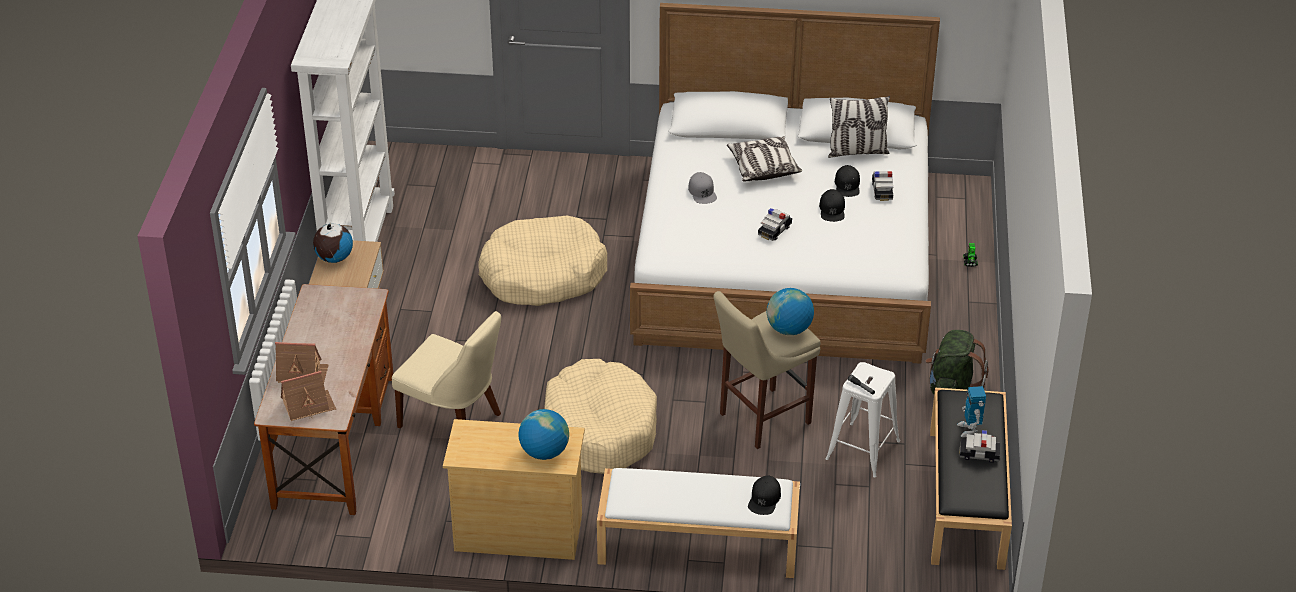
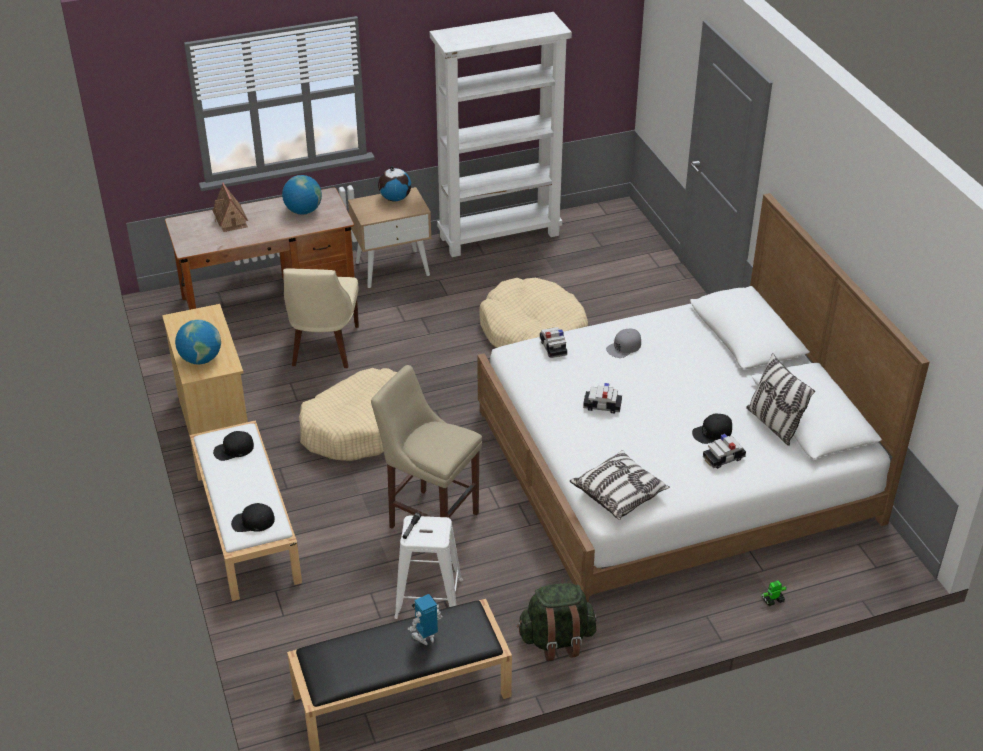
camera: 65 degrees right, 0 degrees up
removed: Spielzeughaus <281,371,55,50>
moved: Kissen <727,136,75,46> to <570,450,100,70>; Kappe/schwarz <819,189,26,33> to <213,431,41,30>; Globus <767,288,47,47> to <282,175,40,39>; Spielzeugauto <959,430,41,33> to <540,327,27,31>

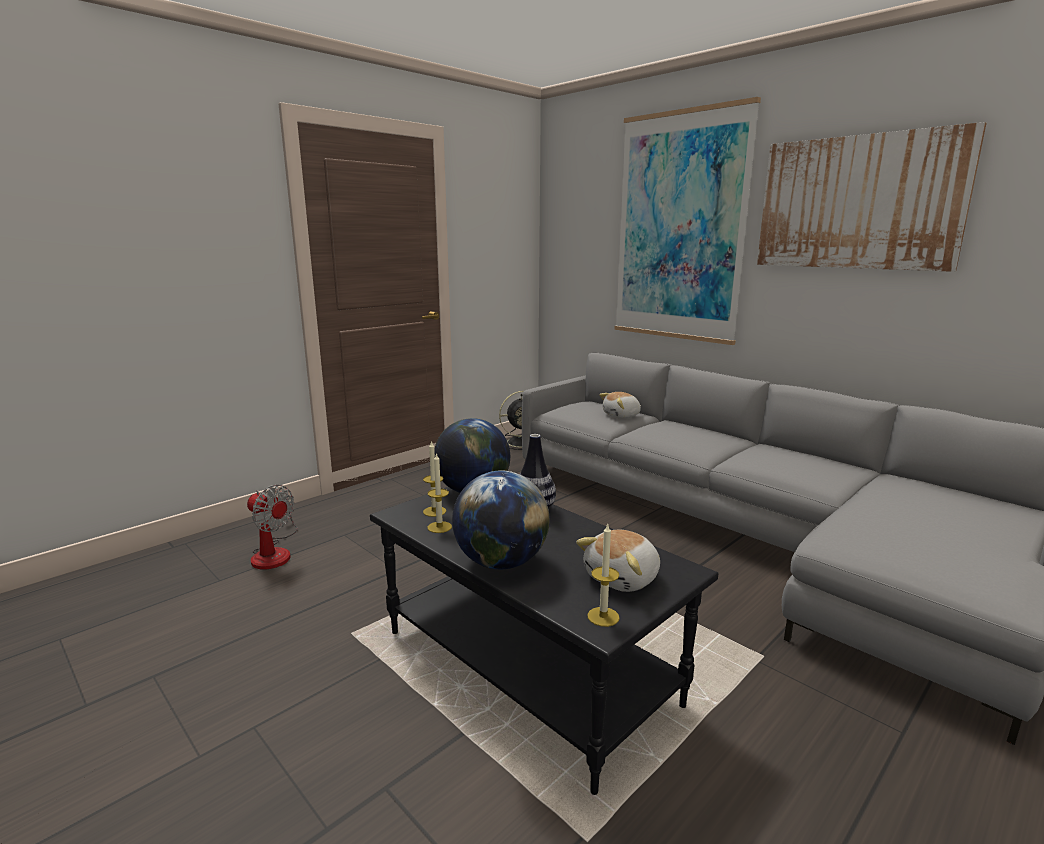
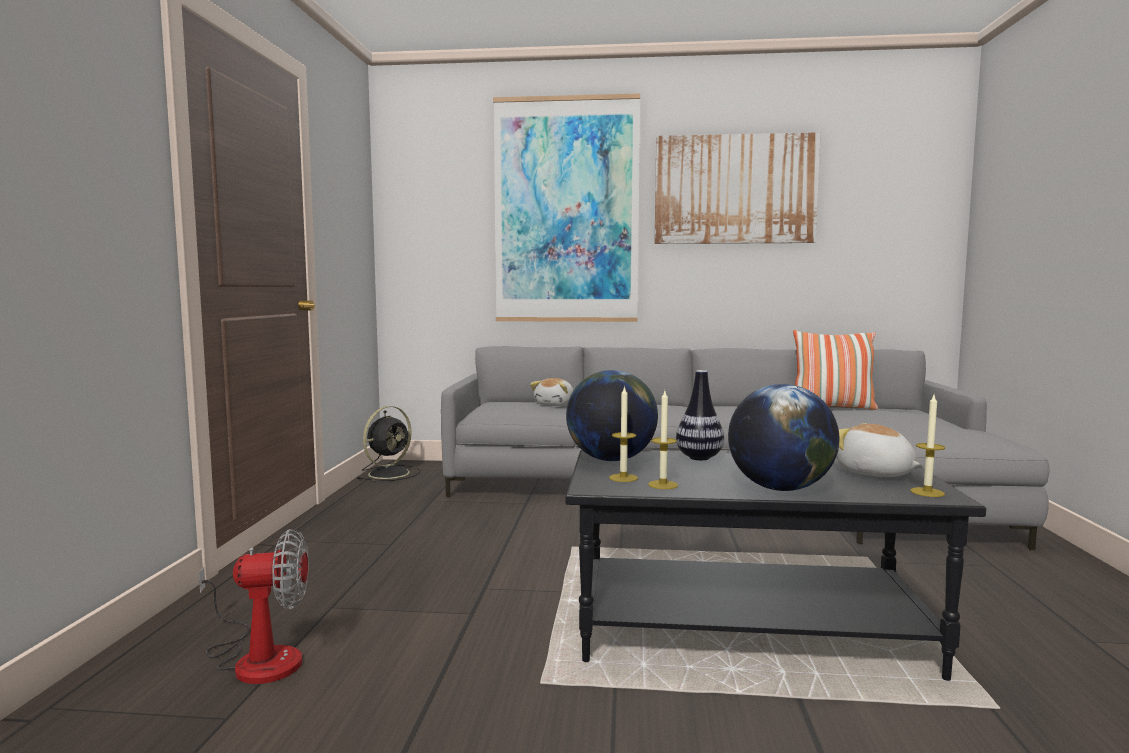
camera: 40 degrees left, 10 degrees down
added: Kissen <793,330,85,80>
turned: Plüschtier <576,529,84,63> = <837,423,86,54> 135 degrees clockwise

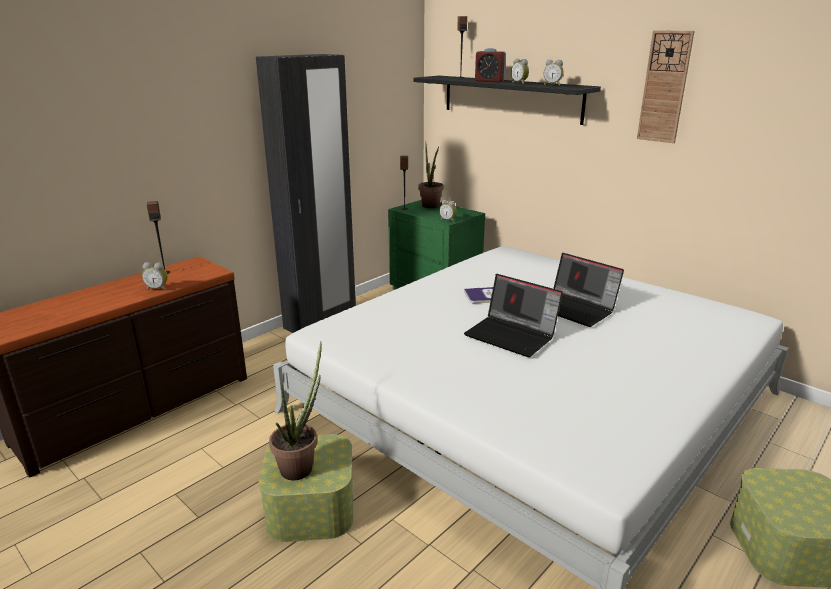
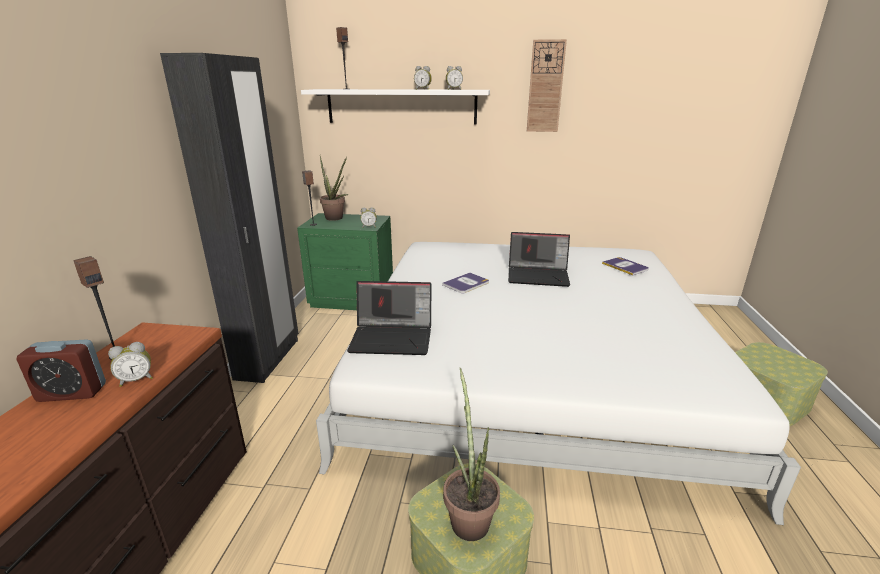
camera: 35 degrees left, 0 degrees up
added: Buch <602,257,47,18>
moved: Wecker <475,48,31,34> to <16,339,90,63>; Laptop <464,274,99,83> to <347,281,85,74>
recoloured: Wandregal/schwarz <413,76,188,49> to Wandregal/weiß <301,89,189,36>

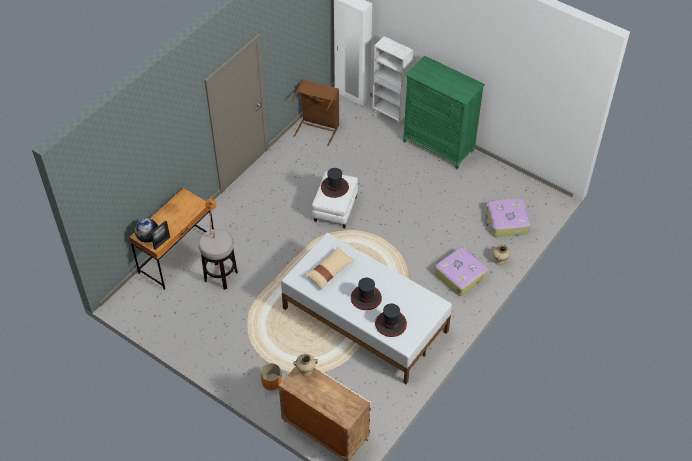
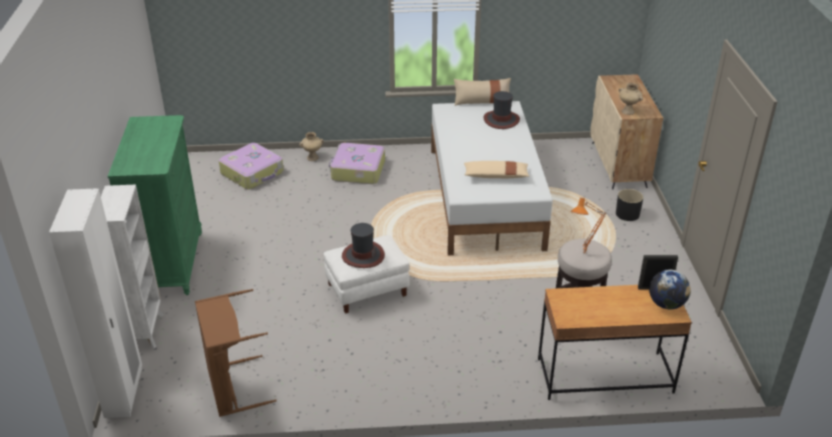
camera: 130 degrees left, 15 degrees down
removed: Hut <351,278,31,32>
added: Kissen/beige <454,78,57,28>
recoloured: Pflanzkübel/orange <260,363,21,27> to Pflanzkübel/schwarz <616,189,28,32>

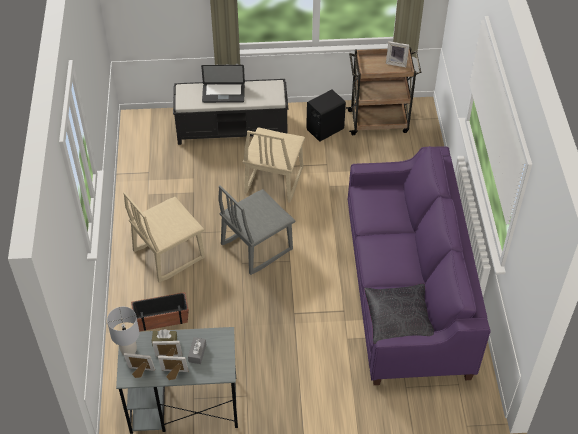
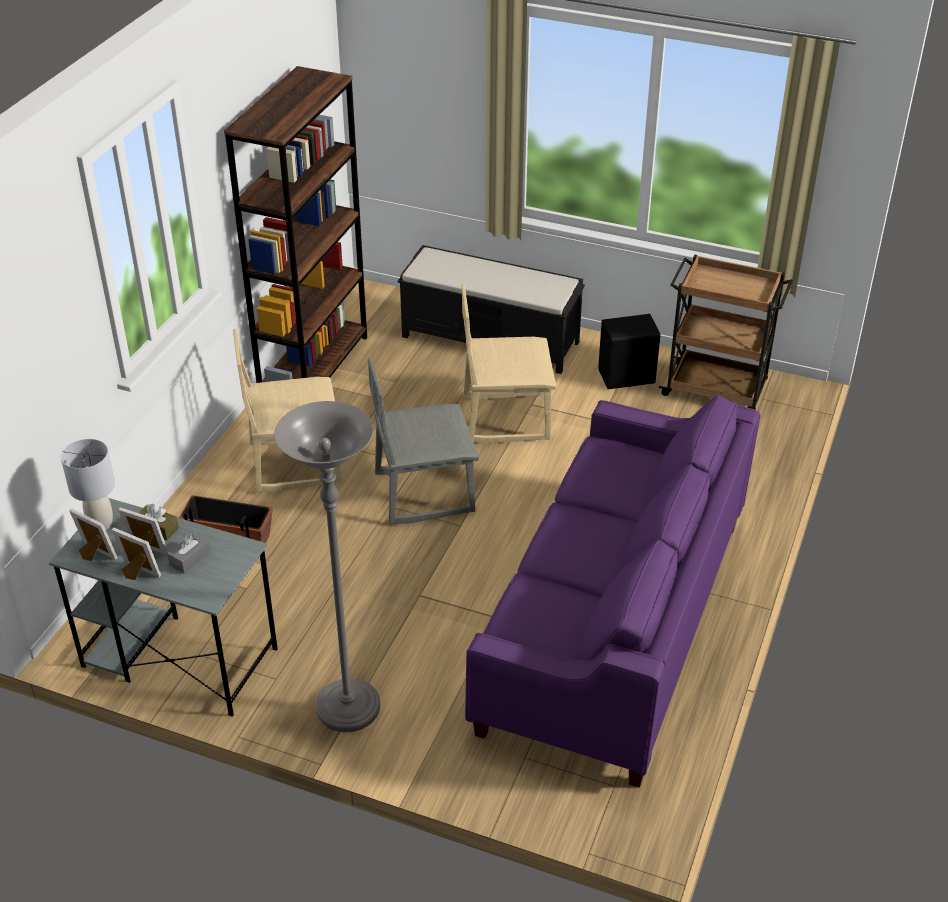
camera: 25 degrees right, 10 degrees down
removed: Bilderrahmen <386,41,23,26>; Laptop <201,65,44,38>; Kissen/schwarz <364,284,71,60>
added: Bücherregal/braun <224,66,143,317>; Stehlampe/grau <274,401,106,331>
turned: Stuhl/beige <243,127,62,76> = <461,284,96,160> 45 degrees clockwise

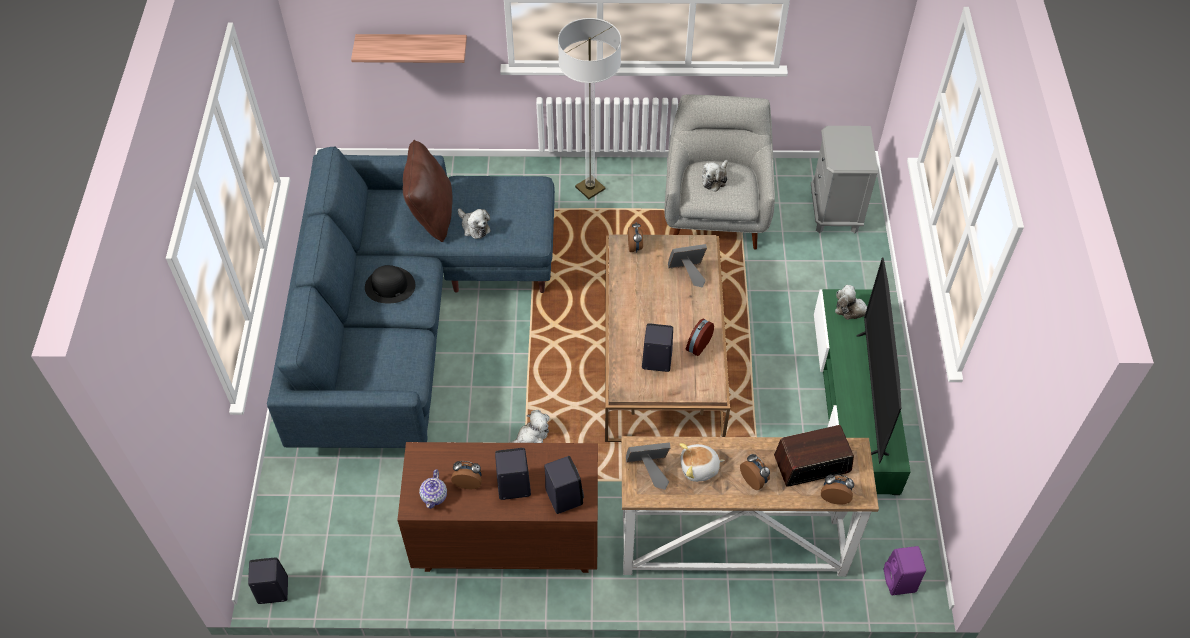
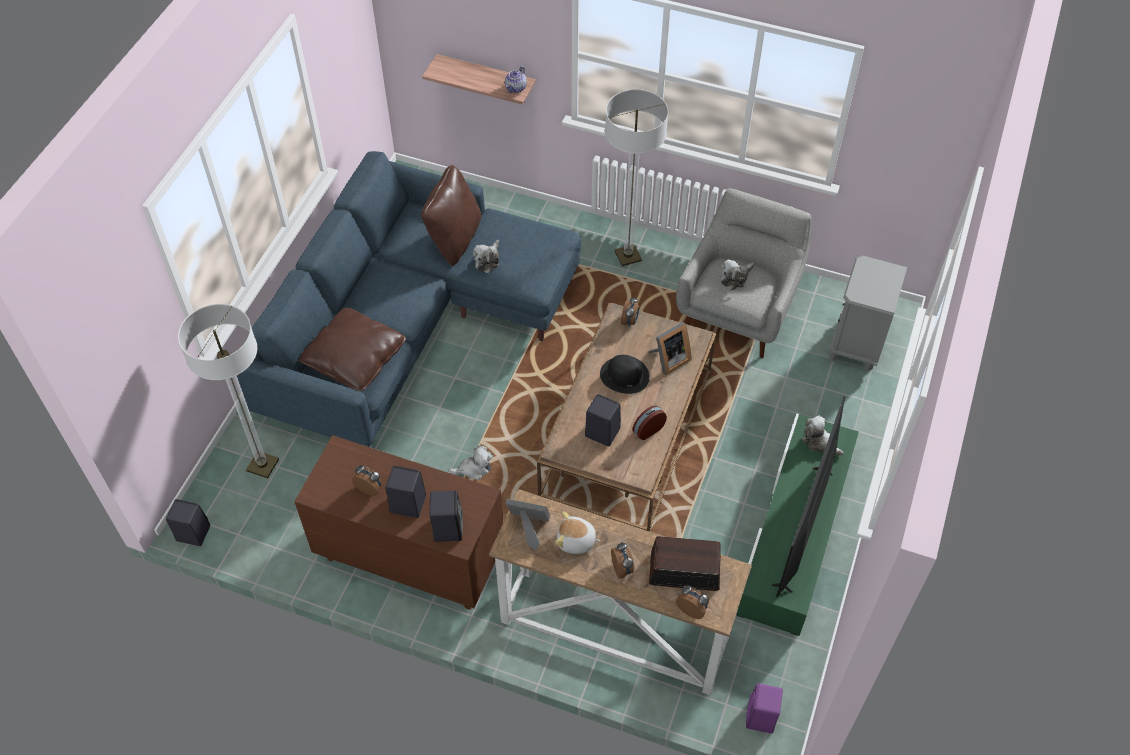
camera: 20 degrees right, 0 degrees up
added: Stehlampe <178,304,101,174>; Kissen/braun <299,308,107,83>
moved: Hut/schwarz <365,265,50,38> to <600,355,50,39>; Teekanne <419,469,28,40> to <505,66,22,27>
turned: Plüschtier <458,208,33,31> = <473,240,26,33> 45 degrees clockwise; Bilderrahmen <668,244,39,44> = <648,322,43,53> 135 degrees clockwise

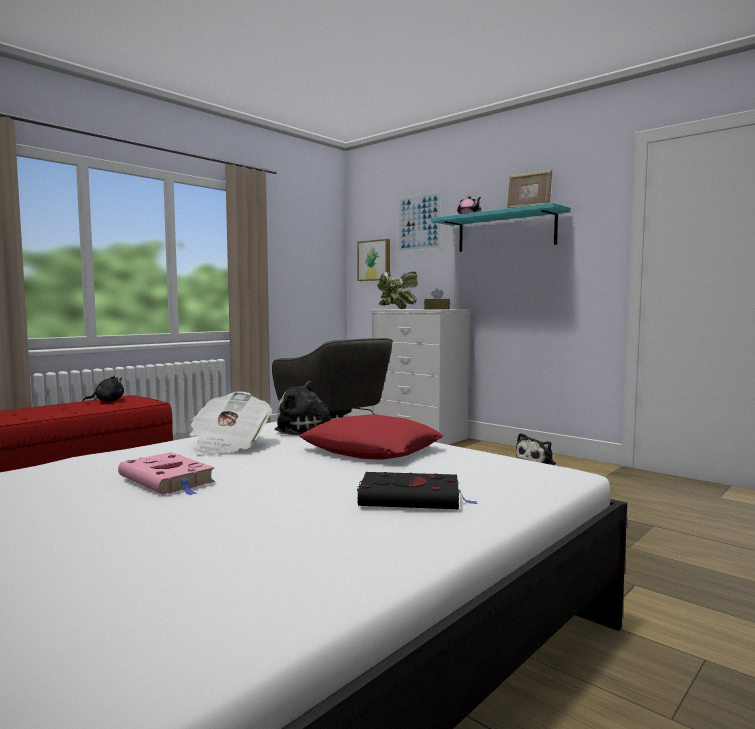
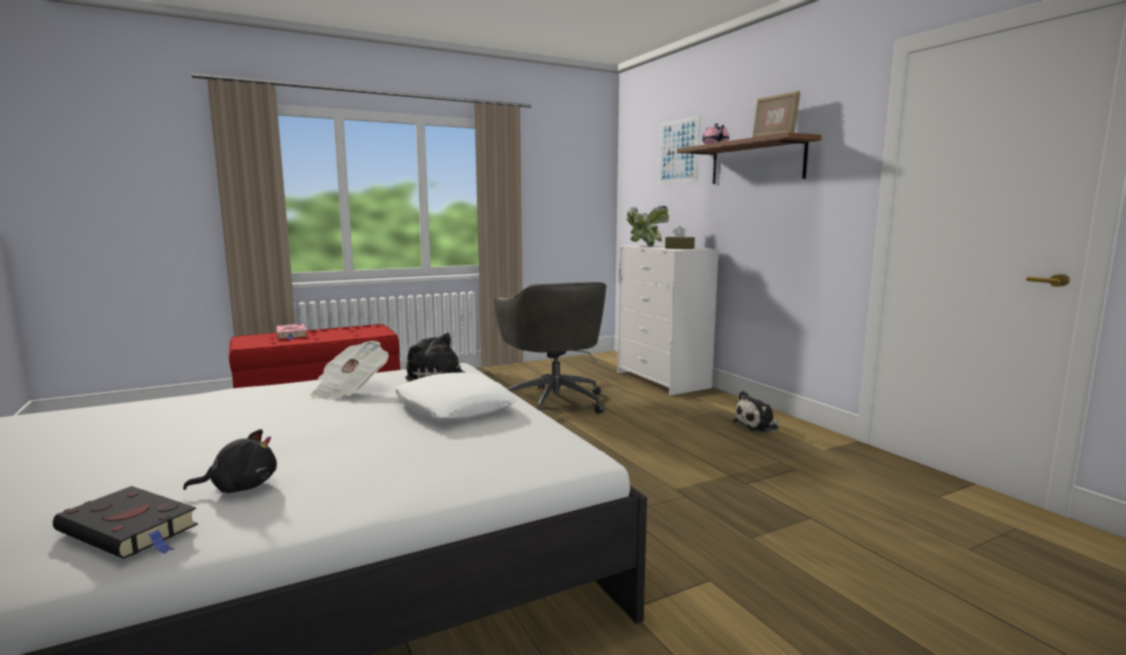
camera: 20 degrees right, 5 degrees up
removed: Bild <357,239,33,42>
moved: Plüschtier/schwarz <83,376,41,26> to <183,429,94,64>; Buch/rosa <118,452,97,43> to <276,324,31,16>; Buch/schwarz <357,472,121,37> to <53,486,145,73>
recoloured: Wandregal/türkis <431,203,140,49> to Wandregal/braun <677,132,145,52>; Kissen/rot <299,414,145,46> to Kissen/weiß <394,372,122,49>

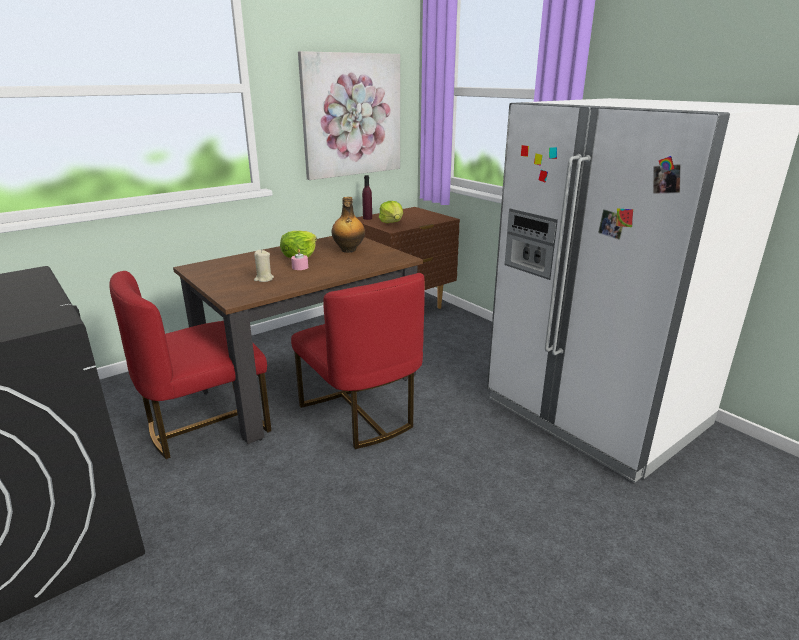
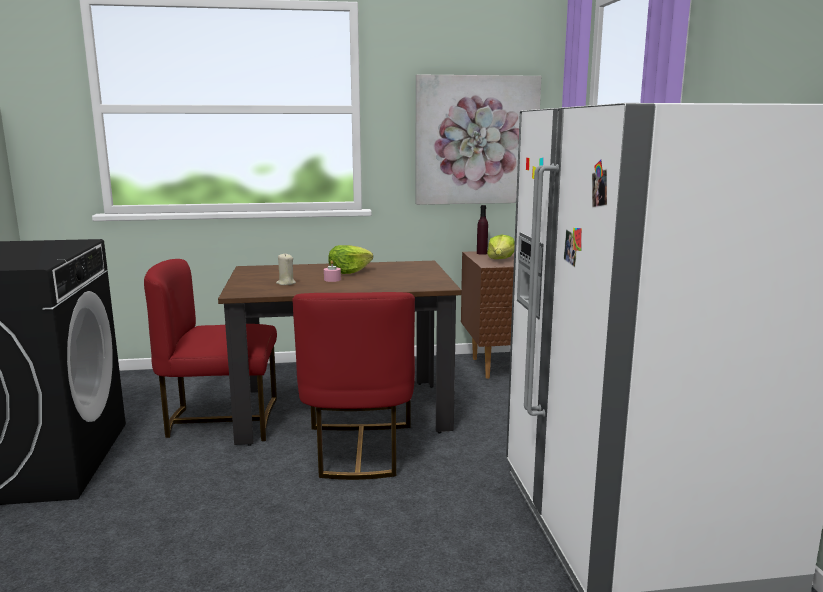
camera: 30 degrees right, 10 degrees down
removed: Flasche <332,197,33,56>

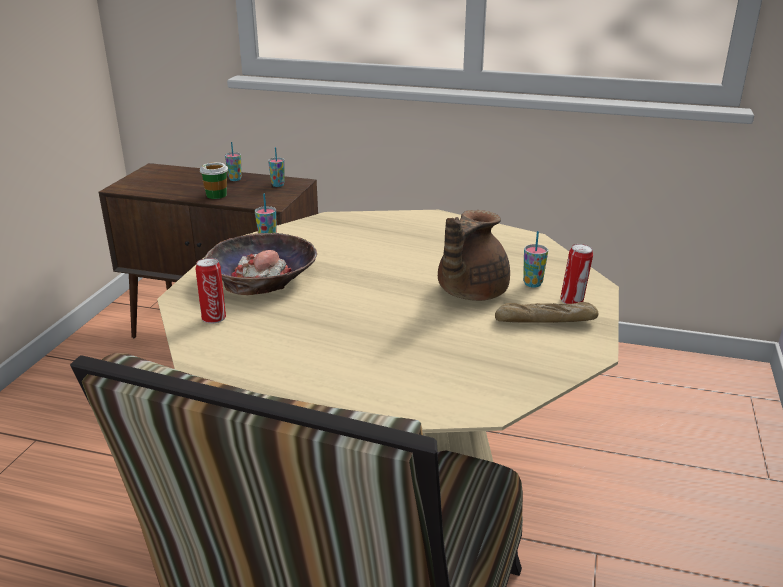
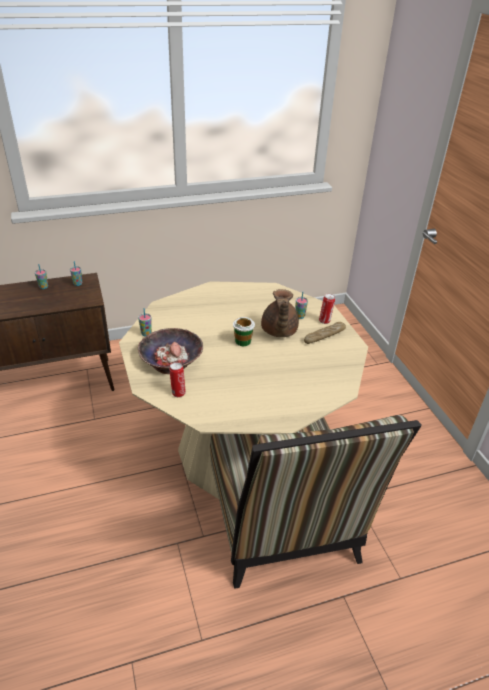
camera: 35 degrees left, 10 degrees up
moved: Tasse <199,162,29,37> to <233,317,22,29>

